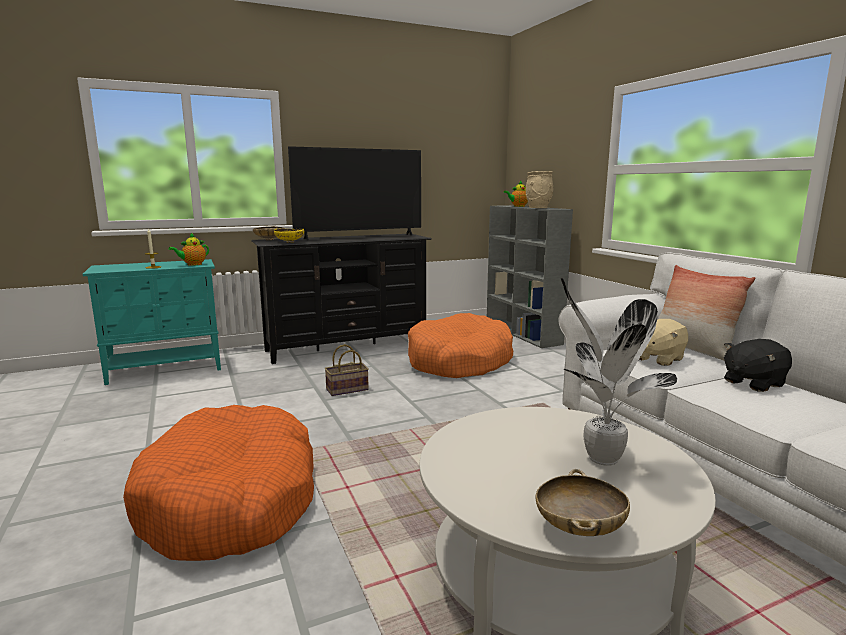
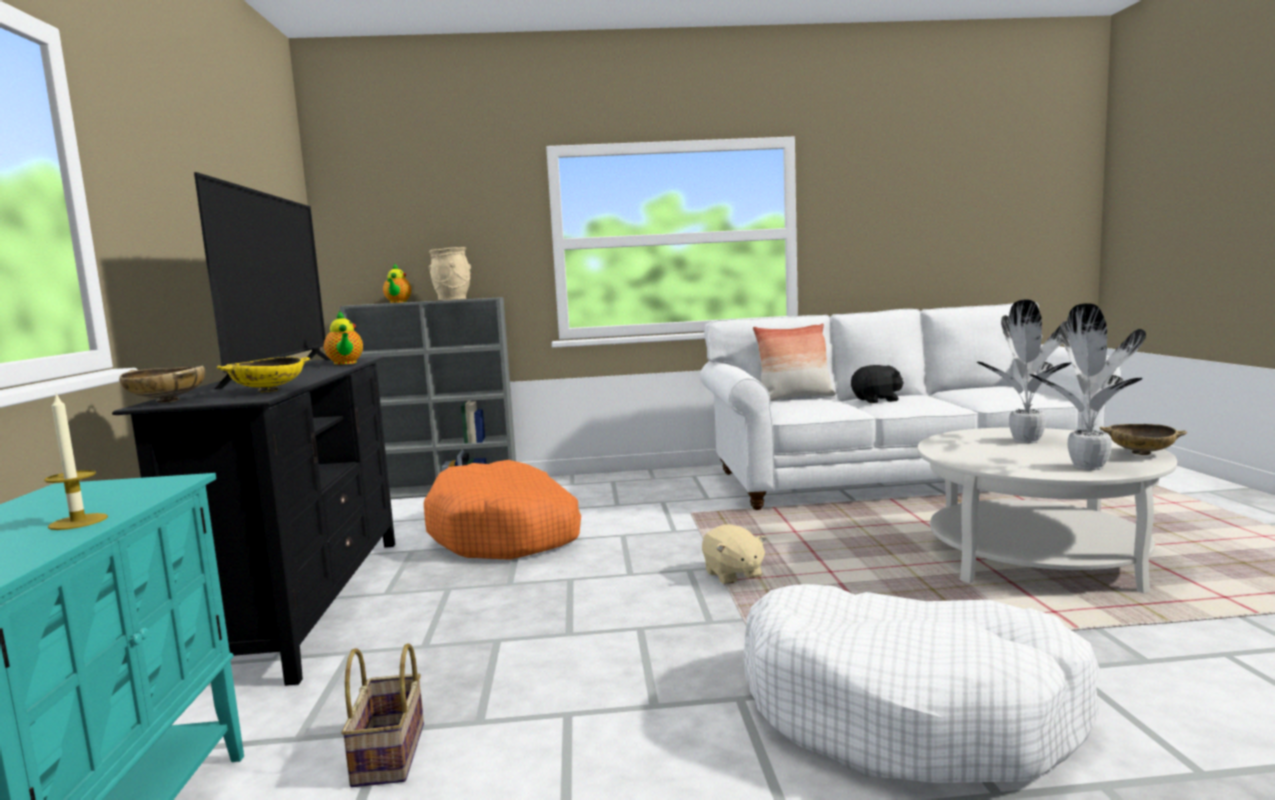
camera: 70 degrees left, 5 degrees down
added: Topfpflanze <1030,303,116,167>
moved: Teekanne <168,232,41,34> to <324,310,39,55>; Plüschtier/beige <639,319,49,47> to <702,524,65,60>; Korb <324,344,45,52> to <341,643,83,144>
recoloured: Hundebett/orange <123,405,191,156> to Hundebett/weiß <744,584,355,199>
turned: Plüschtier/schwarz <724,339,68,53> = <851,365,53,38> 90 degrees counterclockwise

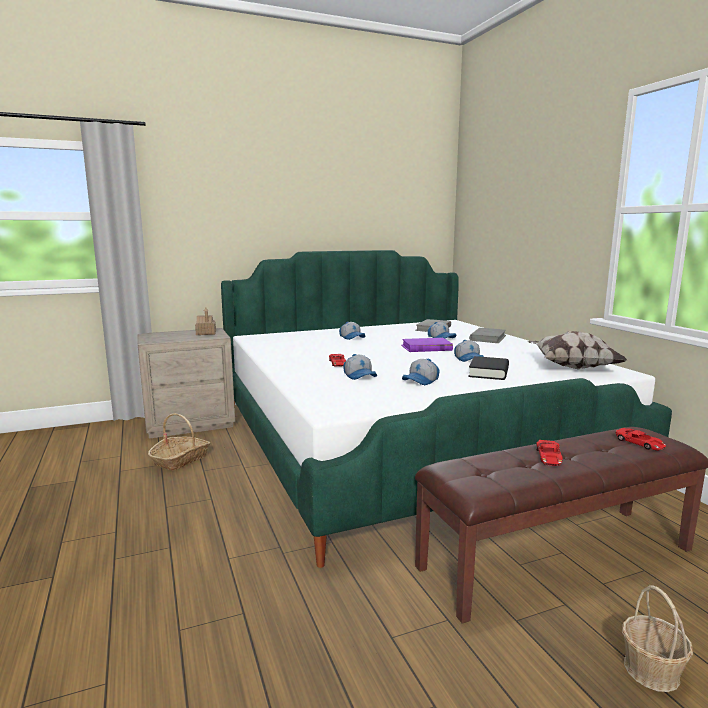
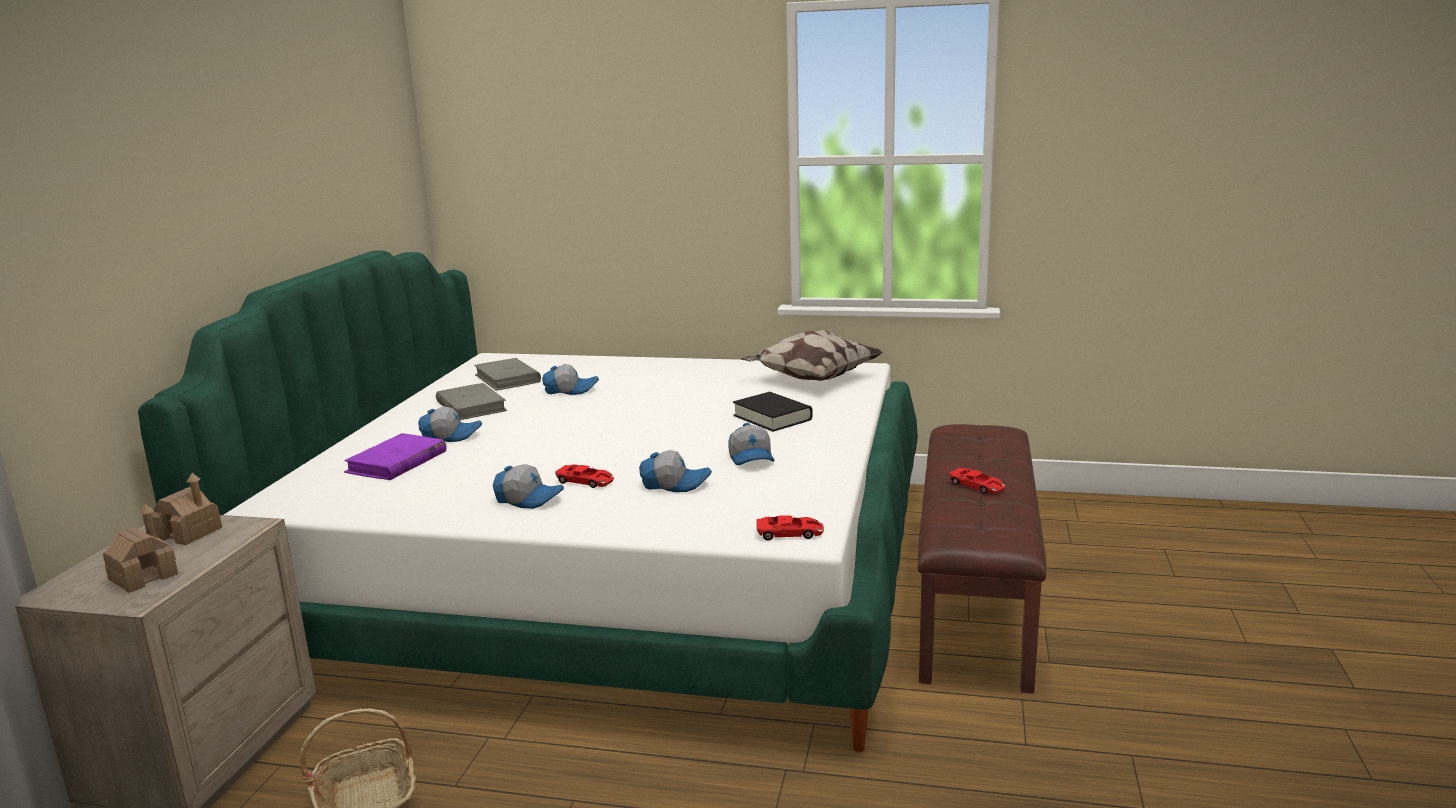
camera: 55 degrees left, 5 degrees up
removed: Korb <622,585,71,107>
added: Spielzeughaus <103,504,75,89>
moved: Buch/grau <469,328,37,15> to <436,383,71,37>; Buch/lila <402,338,51,14> to <344,433,102,47>; Kappe <454,340,30,22> to <493,464,71,45>; Spielzeugauto/rot <616,428,50,23> to <757,515,67,26>

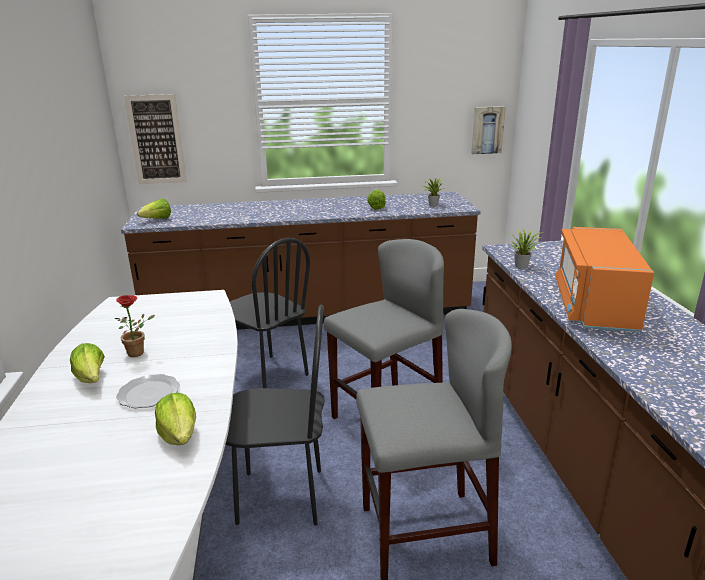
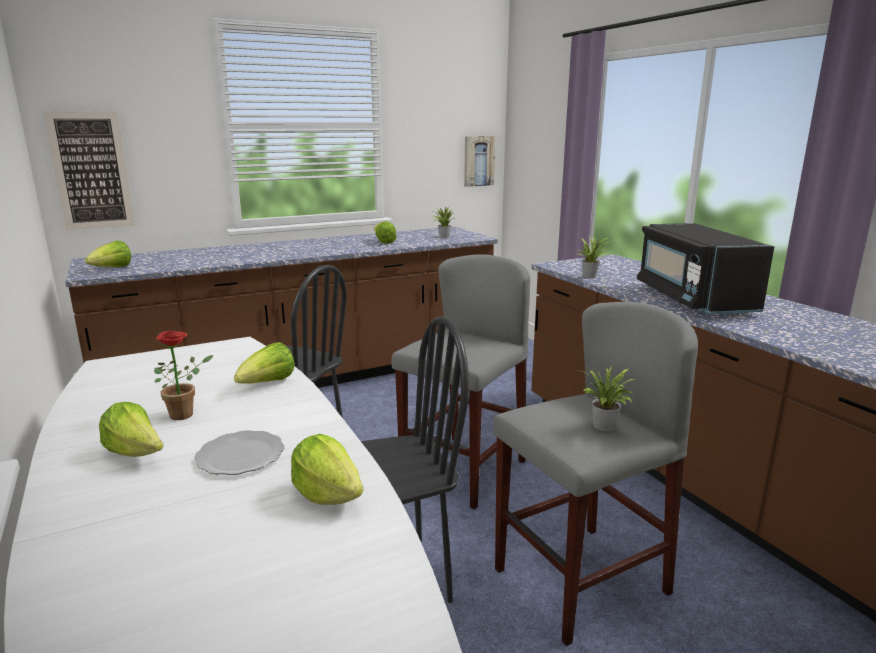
camera: 20 degrees left, 5 degrees down
added: Salatkopf <234,342,61,42>; Topfpflanze <577,365,58,66>
recoloured: Mikrowelle/orange <555,227,99,105> to Mikrowelle/schwarz <637,223,137,92>

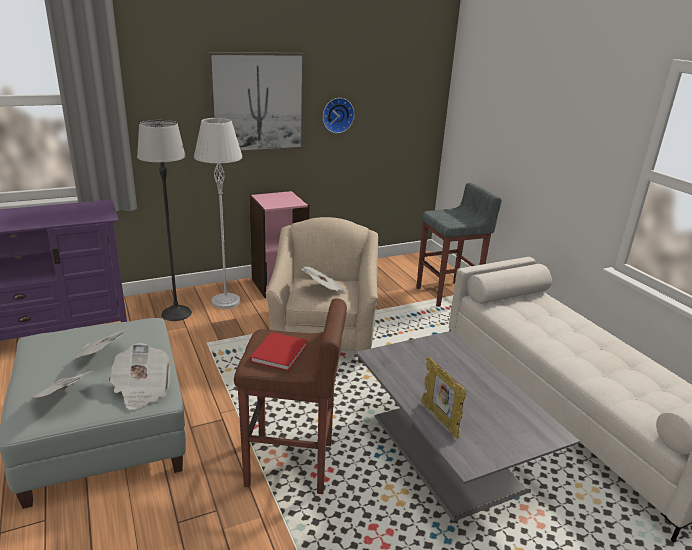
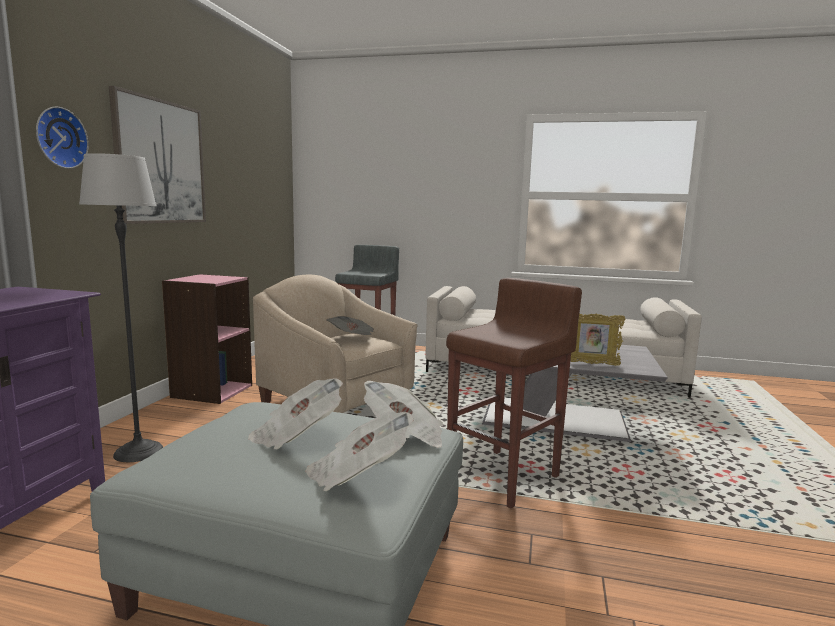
camera: 50 degrees left, 15 degrees down
removed: Stehlampe/grau <194,118,48,191>; Buch/rot <250,332,57,39>
moved: Wanduhr <323,98,31,35> to <36,107,53,62>

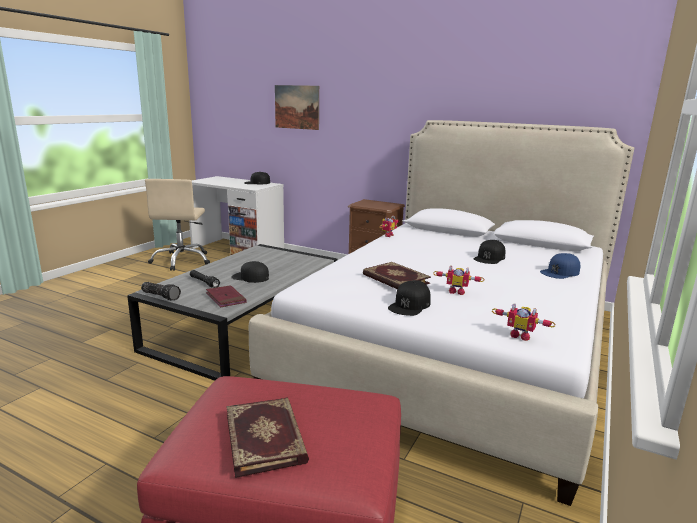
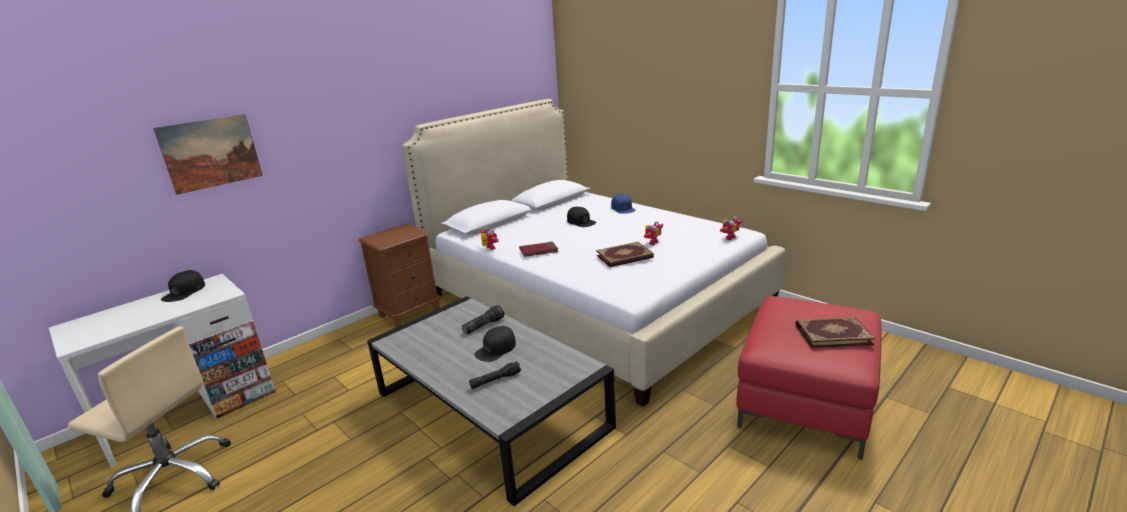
camera: 70 degrees left, 5 degrees up
removed: Kappe/schwarz <388,280,43,36>
moved: Taschenlampe <141,282,40,18> to <462,305,42,29>; Buch/rot <206,285,41,23> to <519,241,40,16>

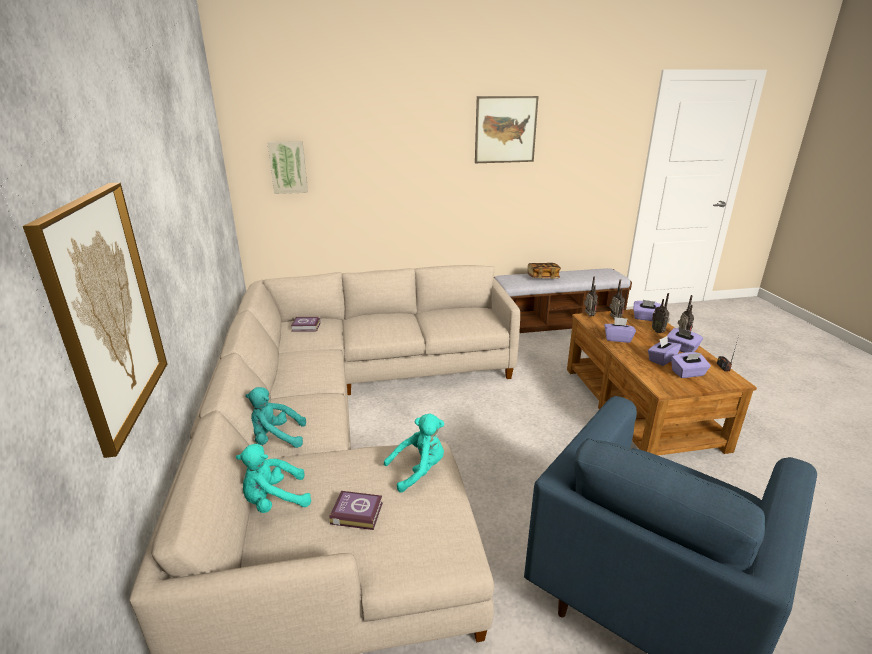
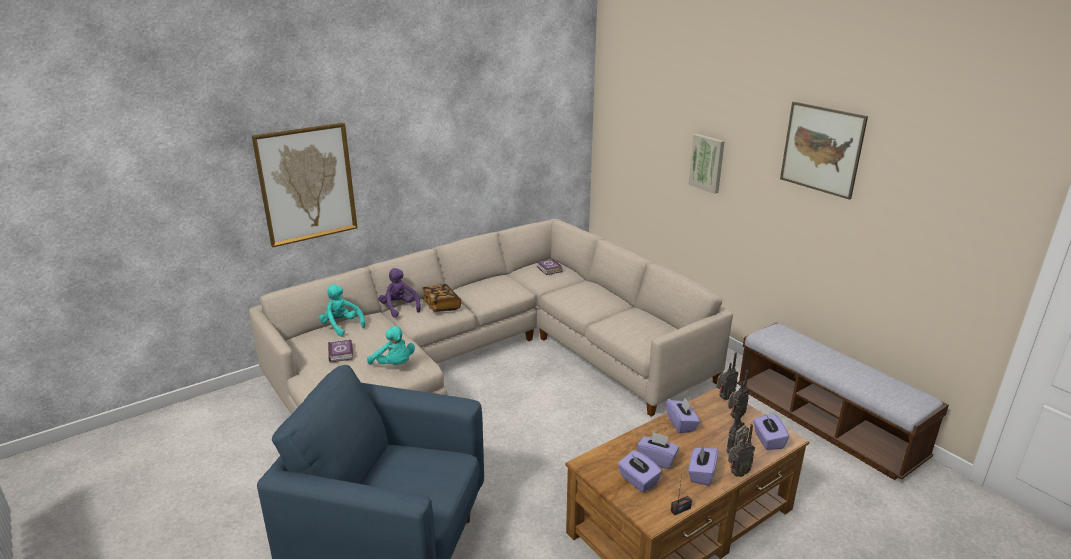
camera: 65 degrees right, 0 degrees up
moved: Bild <267,141,41,53> to <689,134,36,60>; Buch <528,263,33,15> to <422,284,39,28>
recoloured: Plüschtier/türkis <245,387,61,61> to Plüschtier/lila <379,268,42,50>

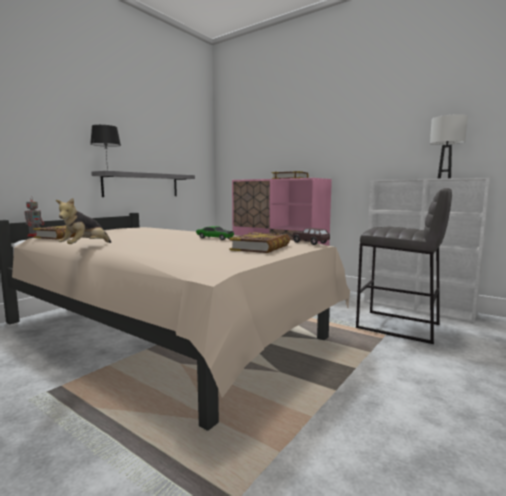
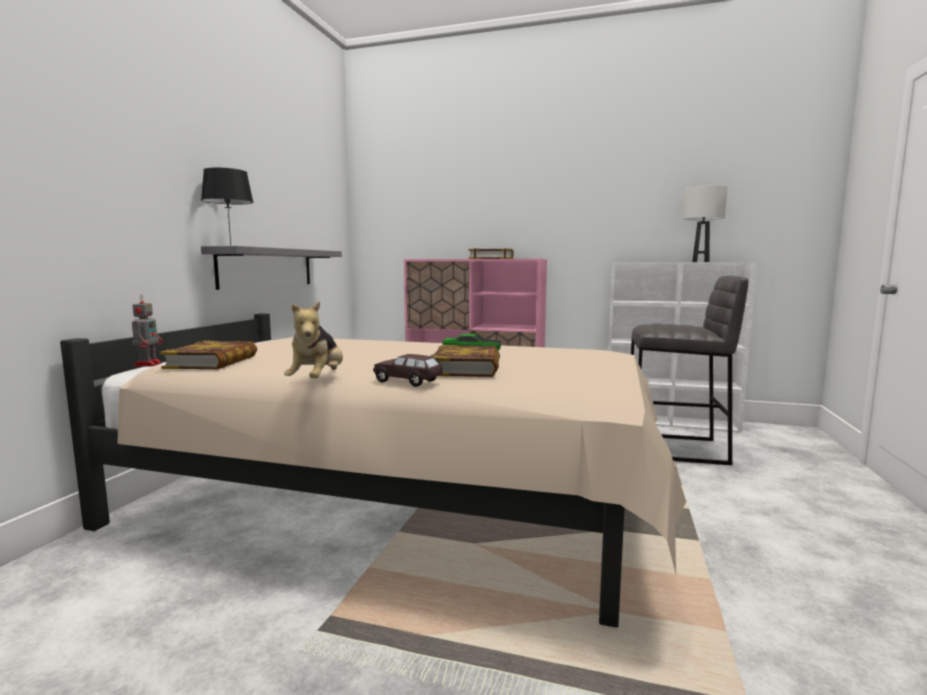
camera: 20 degrees left, 0 degrees up
moved: Spielzeugauto/braun <292,228,38,17> to <373,354,70,33>; Buch <229,232,61,21> to <431,345,69,32>

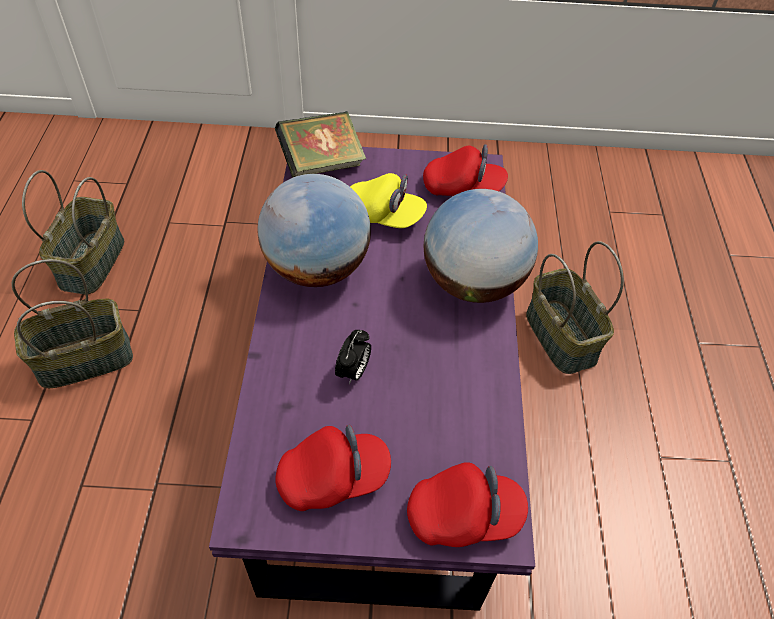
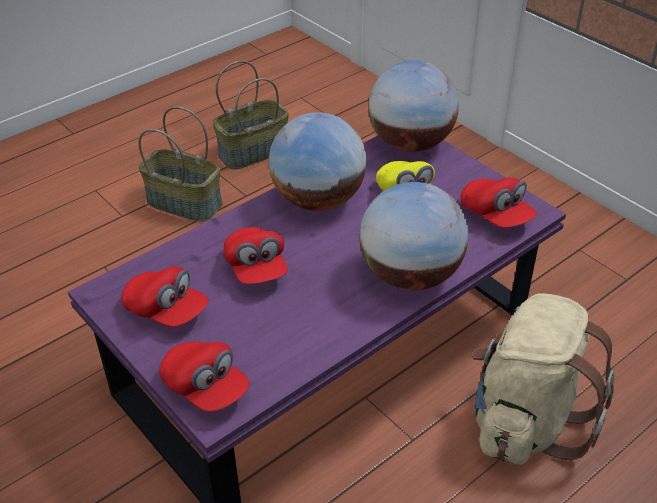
camera: 50 degrees right, 10 degrees down
replaced: Buch <275,111,91,67> to Globus <368,60,91,92>; Korb <526,241,98,133> to Rucksack/beige <472,293,143,172>; Wecker <335,330,36,54> to Kappe/rot <223,227,65,57>

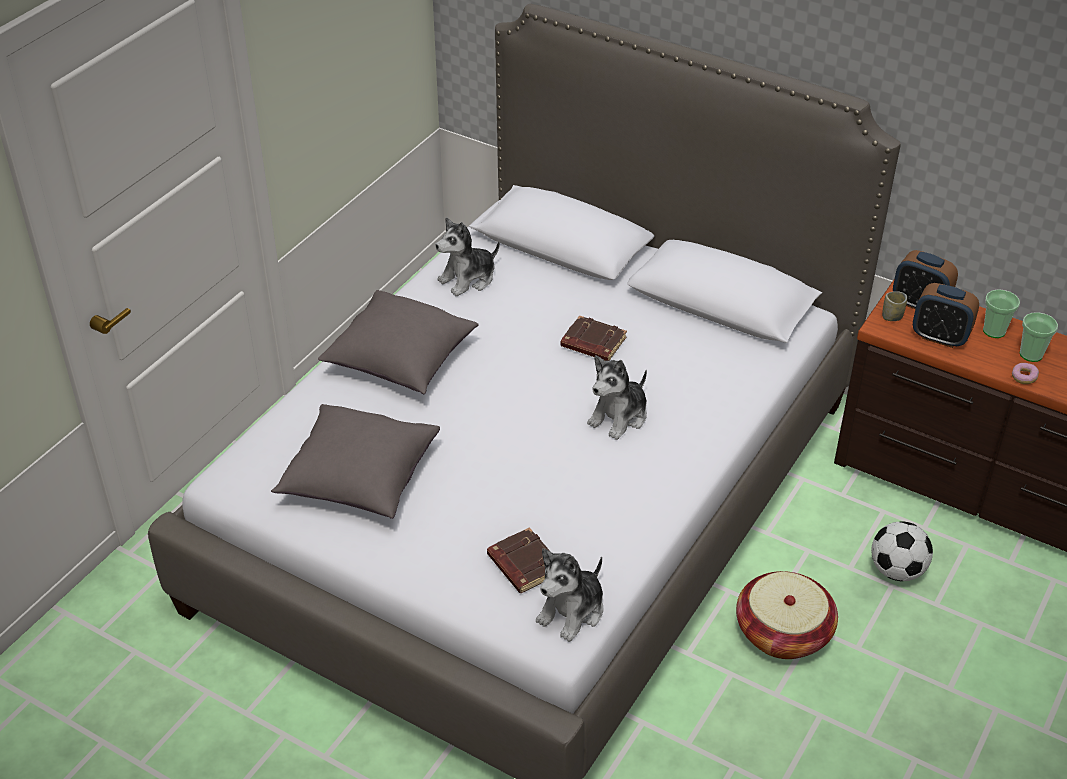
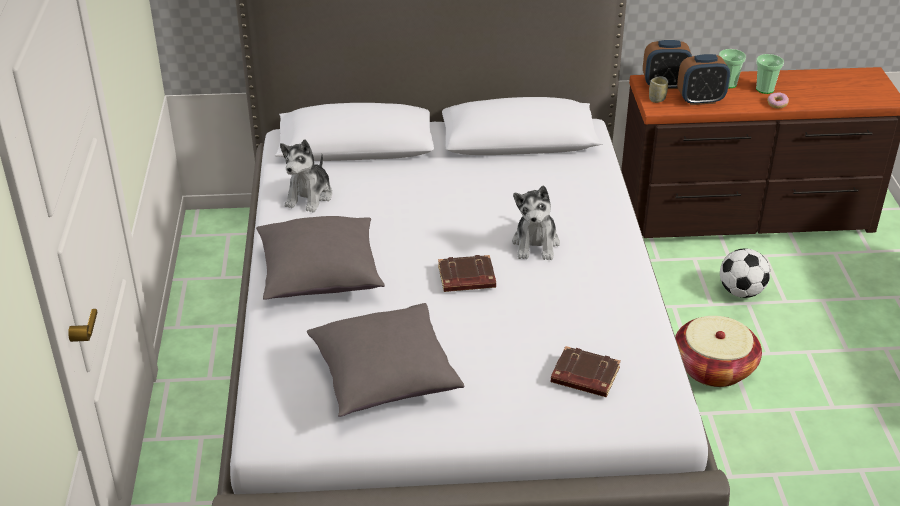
camera: 35 degrees left, 5 degrees down
removed: Plüschtier <536,548,67,94>
moved: Buch/braun <561,315,66,46> to <438,255,58,37>

